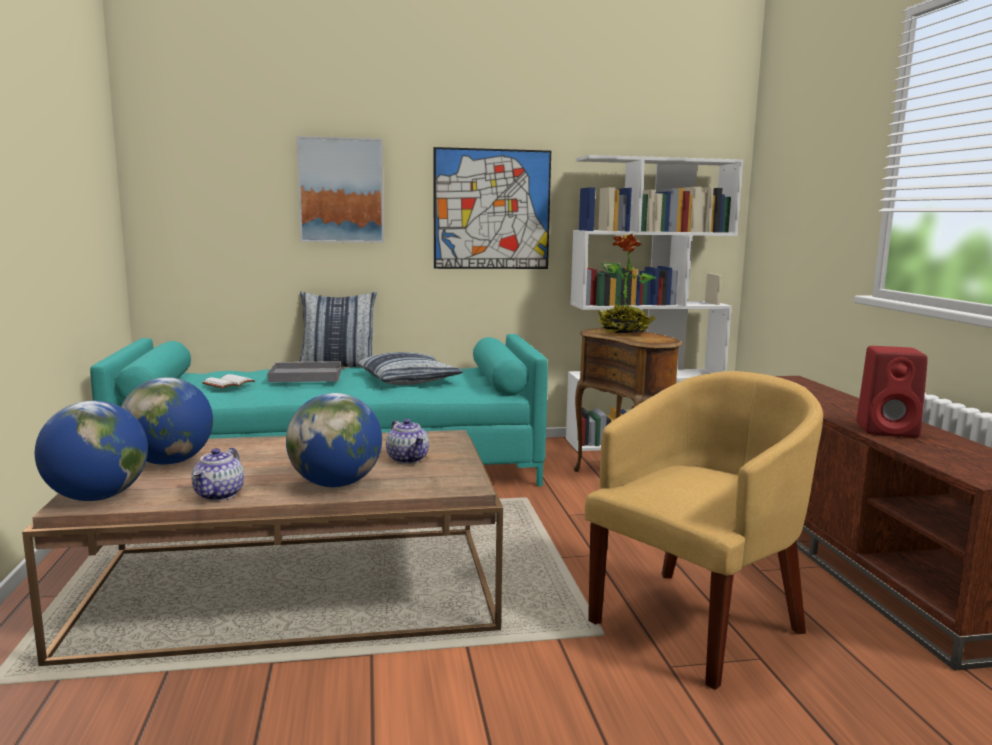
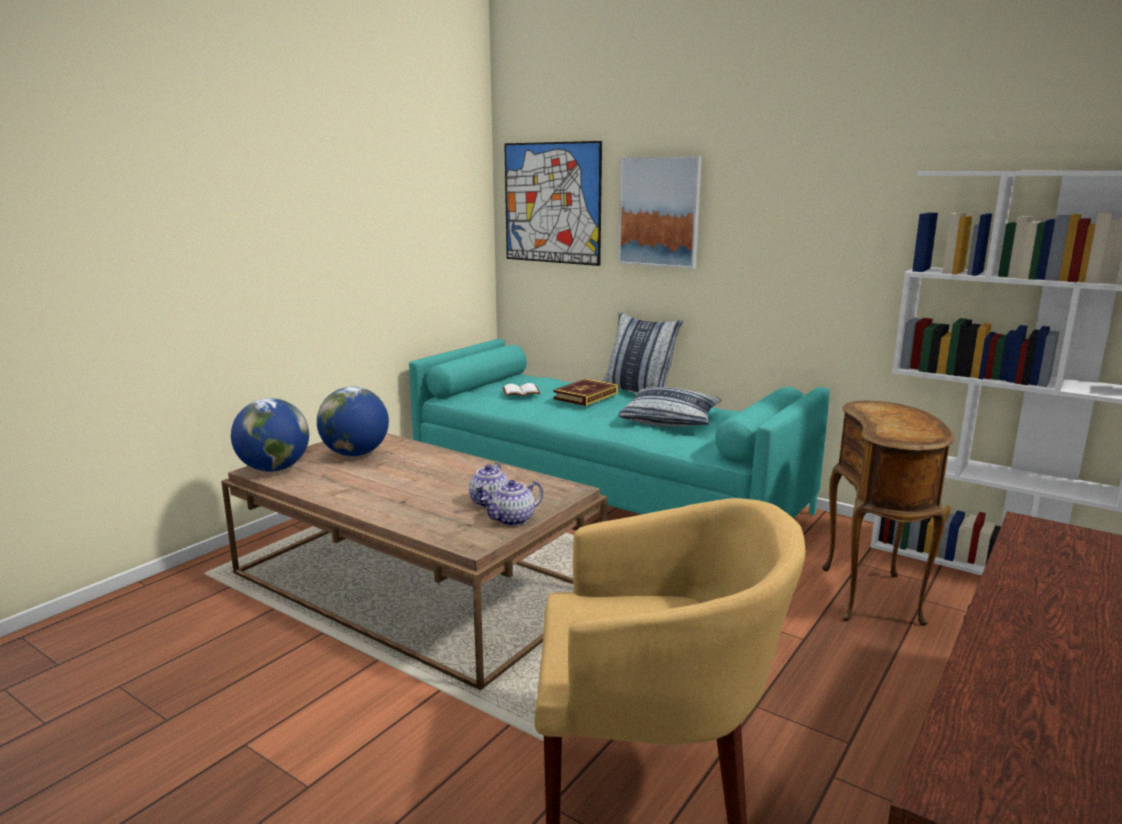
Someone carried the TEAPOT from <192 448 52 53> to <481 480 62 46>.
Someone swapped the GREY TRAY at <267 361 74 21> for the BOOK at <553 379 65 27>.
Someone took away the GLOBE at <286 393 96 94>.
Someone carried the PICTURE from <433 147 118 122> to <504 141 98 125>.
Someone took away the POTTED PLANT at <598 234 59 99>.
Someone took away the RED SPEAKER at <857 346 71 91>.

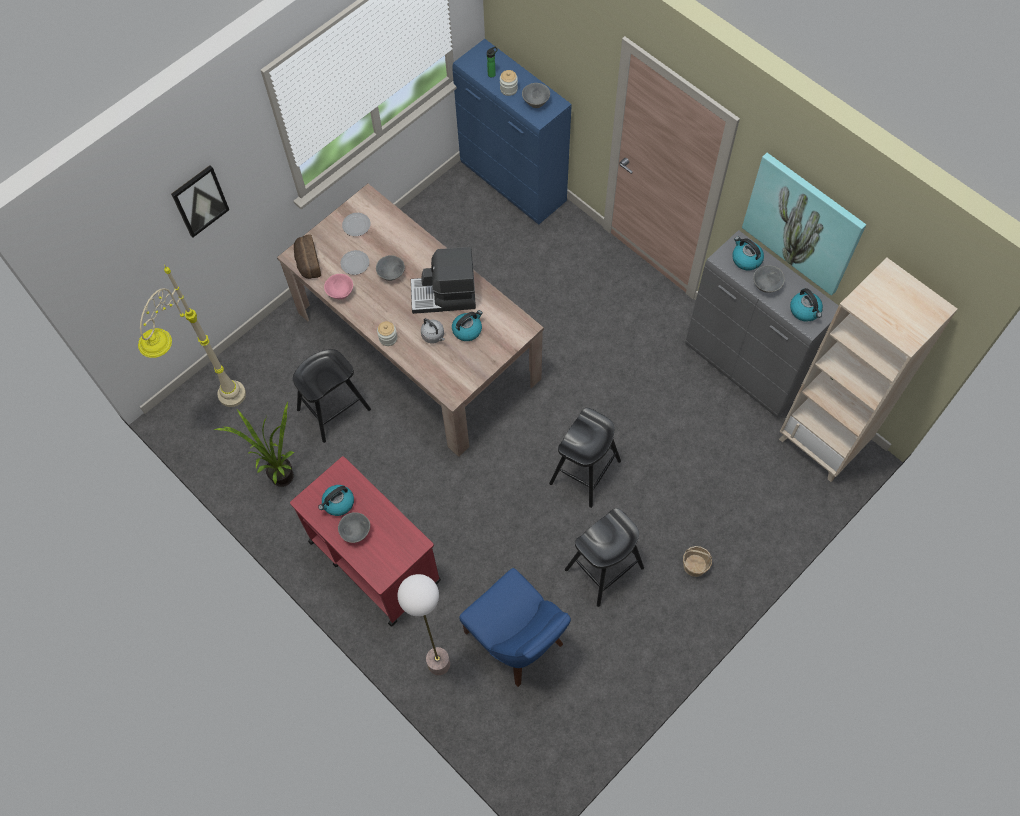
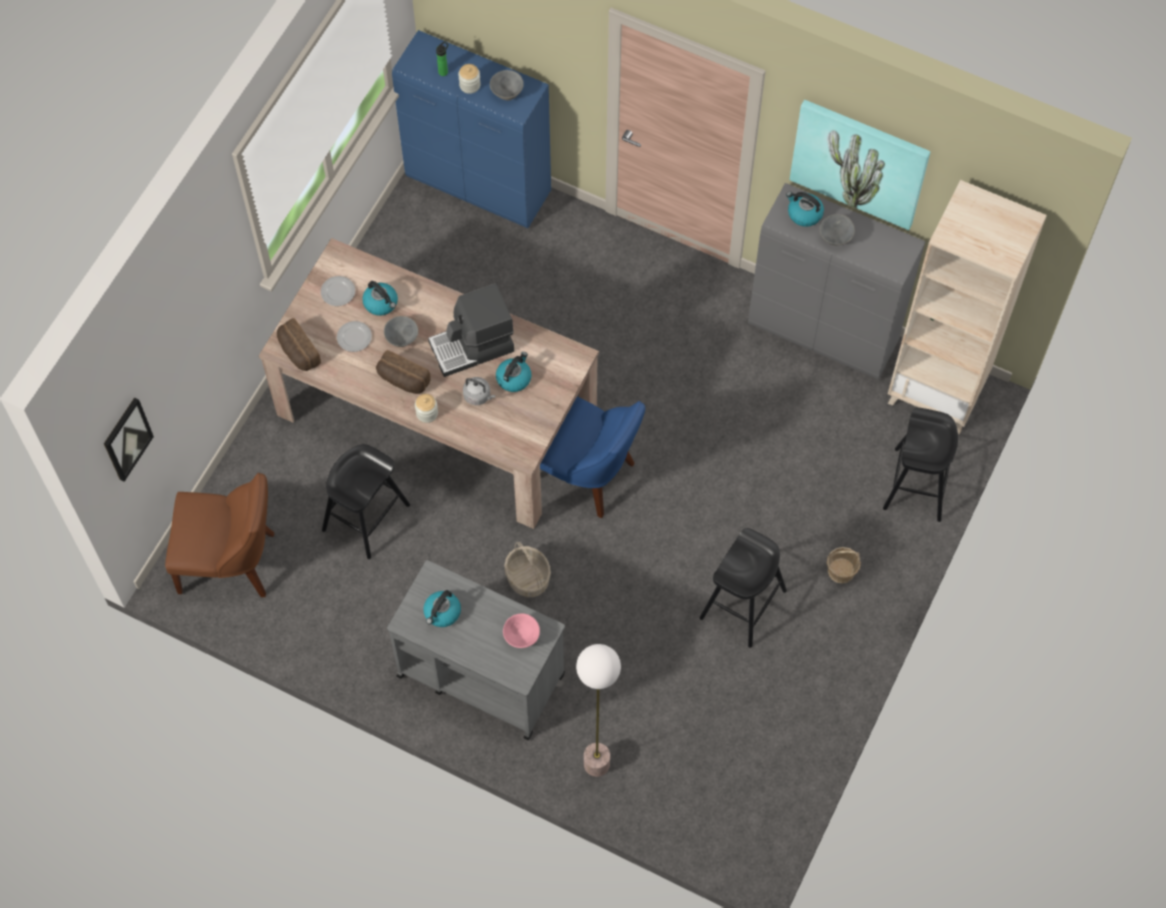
Someone swapped the BEIGE FLOOR LAMP at <138 265 108 142> for the BROWN CHAIR at <165 473 109 124>.
Someone carried the PICTURE from <171 165 58 72> to <104 397 50 85>.
Someone took away the POTTED PLANT at <213 402 82 85>.
Someone repainted the RED CART at <290 456 151 171>, which became the GREY CART at <387 560 178 180>.
Someone carried the PINK BOWL from <324 274 29 26> to <503 613 37 35>.
Someone took away the GREY BOWL at <338 512 32 31>.
Someone carried the BLUE CHAIR from <460 568 111 119> to <540 396 105 122>.
Someone carried the BLACK STOOL from <549 408 72 100> to <883 408 75 114>.
Someone carried the KETTLE from <790 288 33 34> to <362 281 36 35>.
Someone put down the BREAD at <376 350 54 44>.
Someone put down the BASKET at <504 542 47 55>.

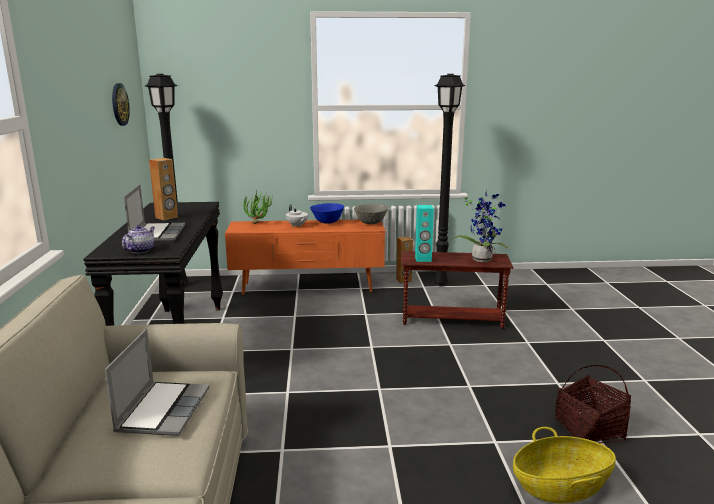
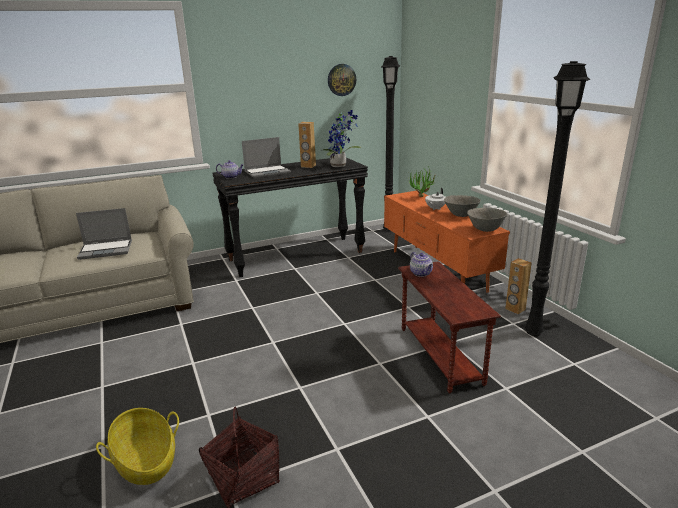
Someone repainted the BLUE BOWL at <310 203 34 21>, which became the GREY BOWL at <444 195 37 22>.
Someone swapped the TURQUOISE SPEAKER at <415 205 19 57> for the TEAPOT at <410 252 23 25>.
Someone carried the POTTED PLANT from <452 190 56 72> to <321 110 40 57>.

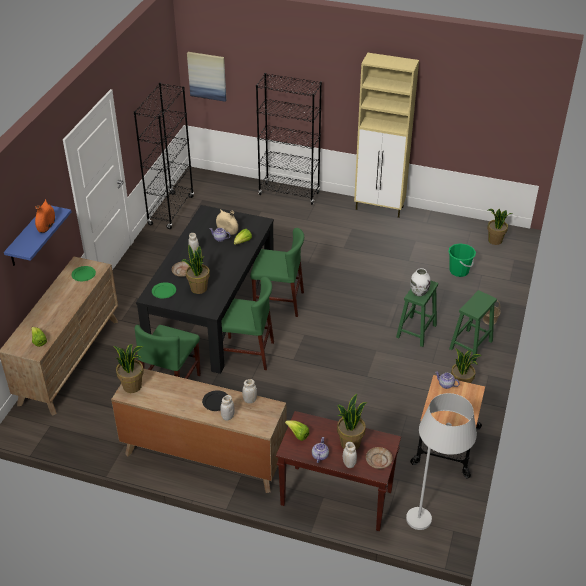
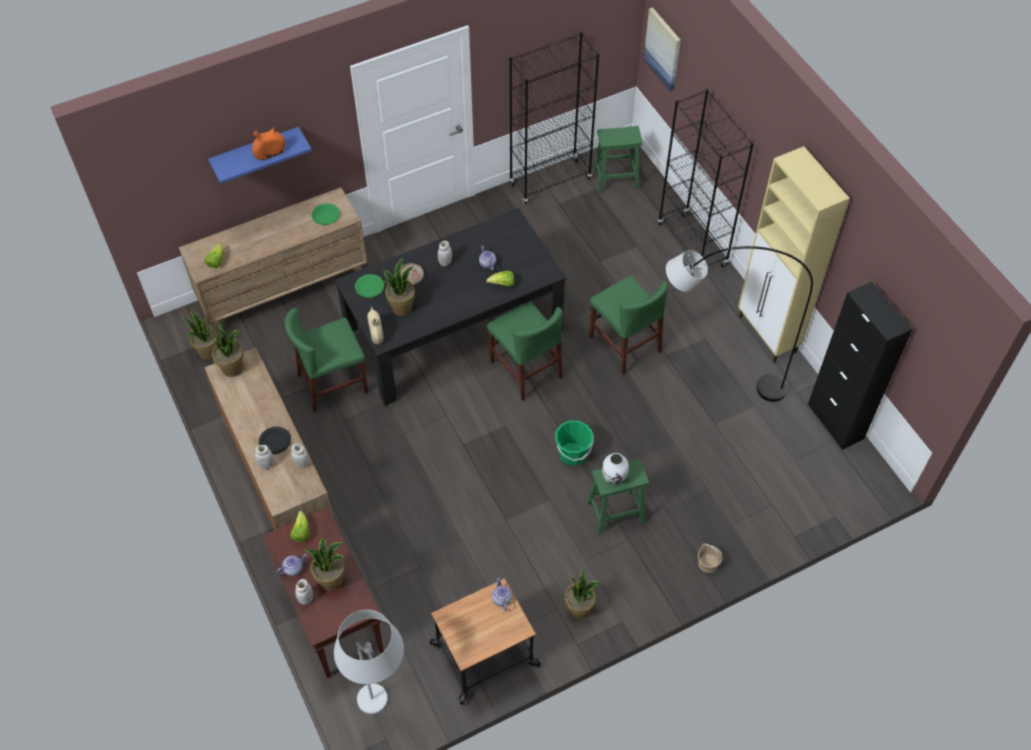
Someone carried the BEIGE VASE from <216 209 22 26> to <367 307 17 37>.
Someone carried the GREEN CHAIR from <221 277 53 93> to <589 275 79 100>.
Someone took away the BEIGE PLATE at <366 447 27 22>.
Someone carried the GREEN BUCKET from <448 243 28 34> to <555 421 38 45>.
Someone carried the GREEN STOOL from <449 290 48 71> to <593 126 50 67>.
Someone carried the POTTED PLANT from <487 209 26 36> to <182 310 36 50>.
Someone put down the GREY FLOOR LAMP at <666 246 147 156>.
Someone put down the BLACK CABINET at <808 282 104 168>.

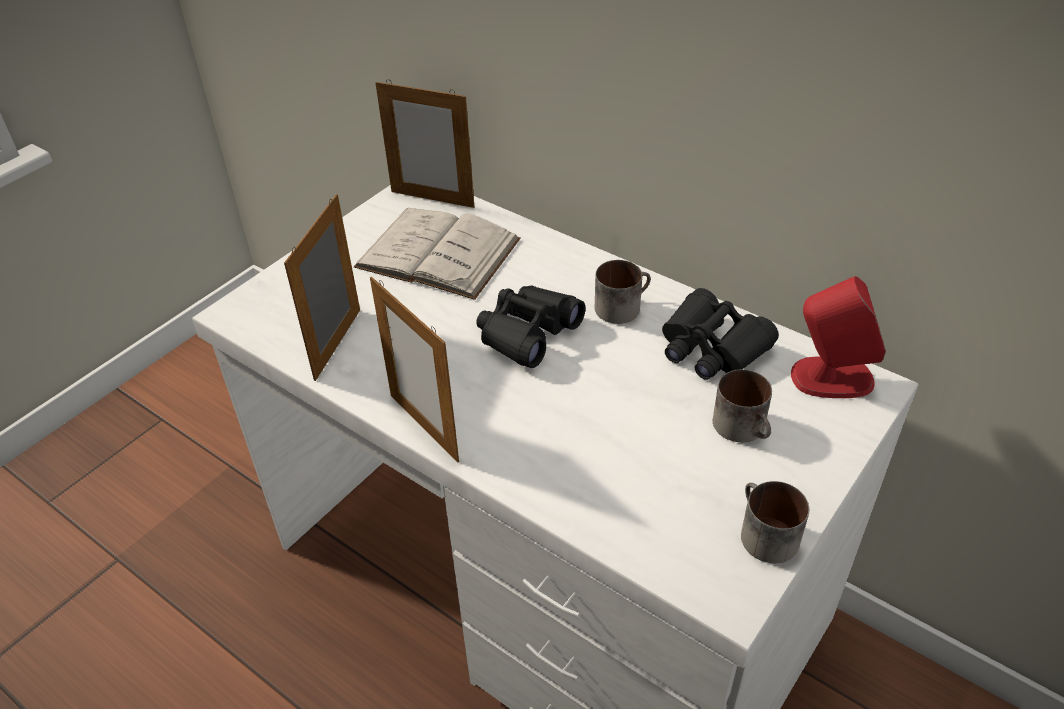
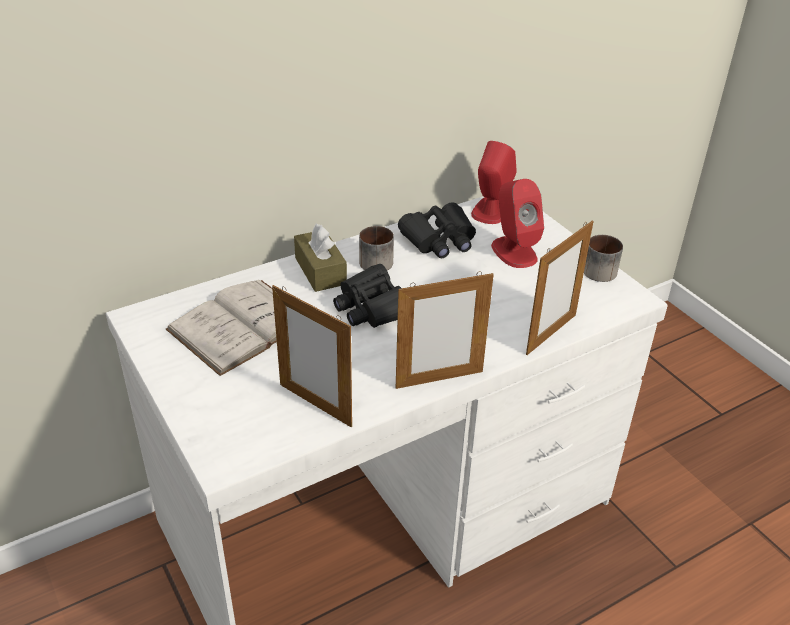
Someone carried the PICTURE FRAME from <375 79 99 129> to <526 220 68 135>.
Someone swapped the MUG at <713 369 59 73> for the RED SPEAKER at <491 179 53 89>.
Someone put down the BROWN TISSUE BOX at <294 223 53 69>.

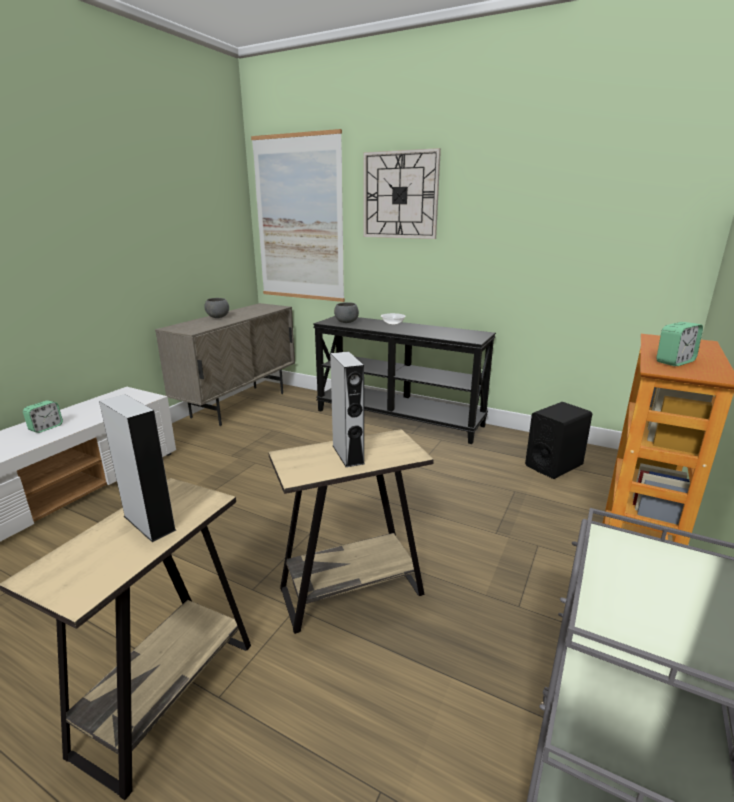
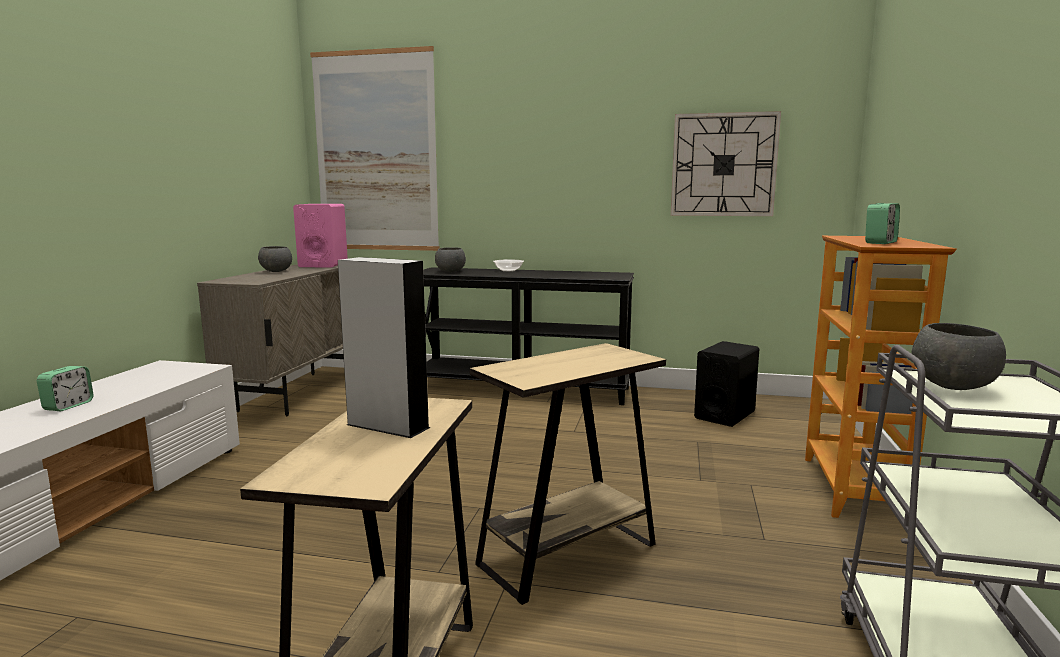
Someone took away the GREY SPEAKER at <330 351 35 116>.
Someone carried the WALL CLOCK from <363 148 78 91> to <671 111 110 105>.
Someone put down the PINK SPEAKER at <293 204 55 63>.
Someone put down the GREY BOWL at <912 323 94 67>.

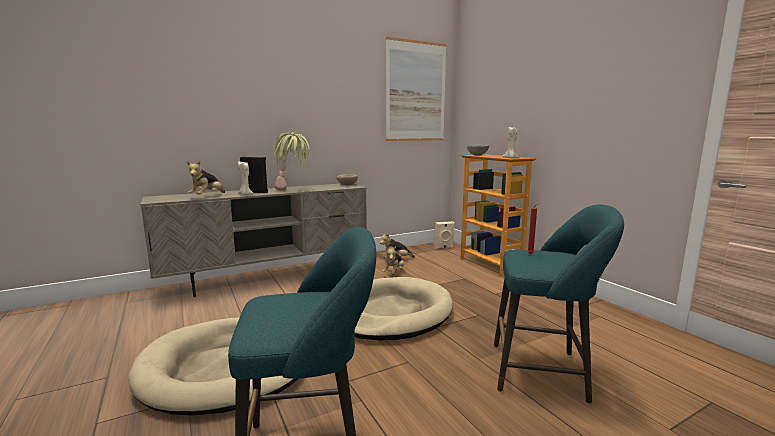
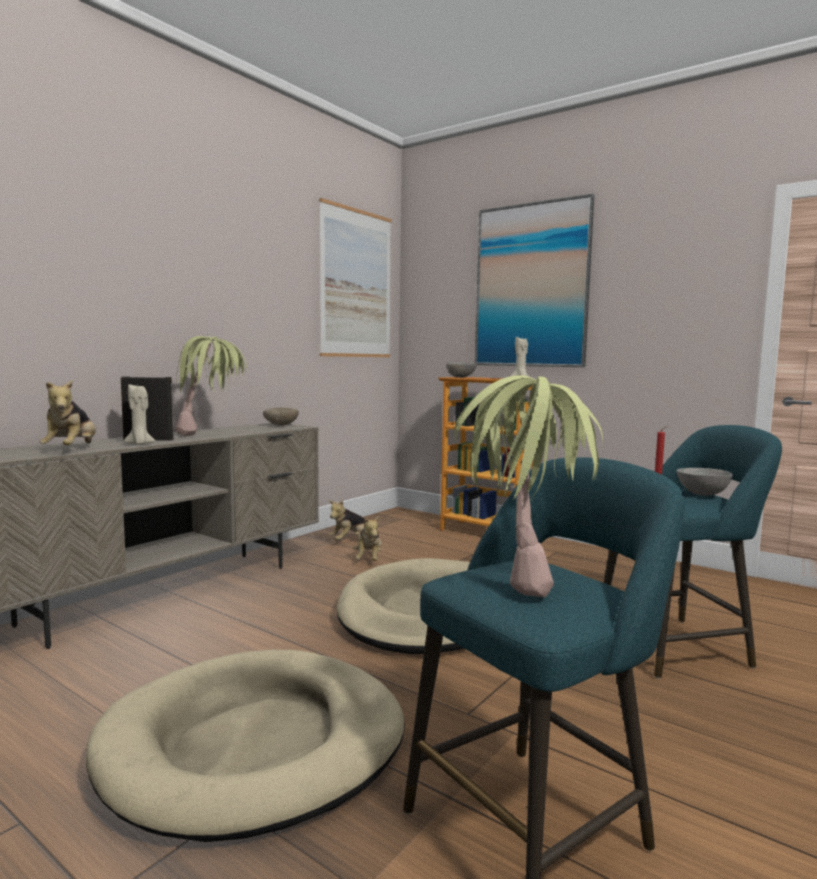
Someone took away the BEIGE SPEAKER at <434 221 20 28>.
Someone put down the POTTED PLANT at <454 375 149 222>.
Someone put up the PICTURE at <475 194 119 173>.
Someone put down the GREY BOWL at <676 468 57 28>.

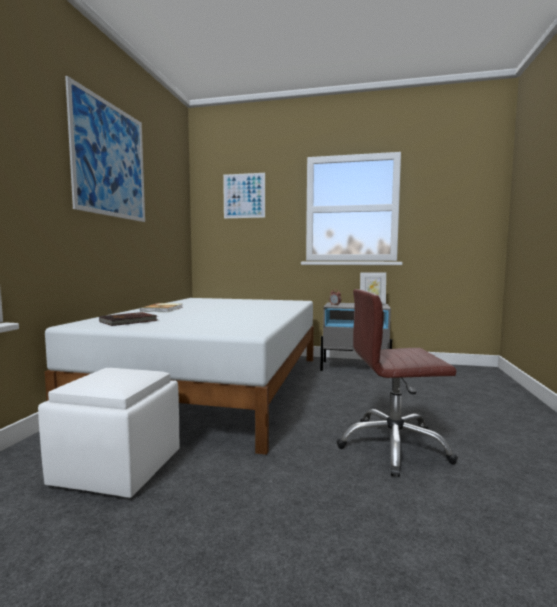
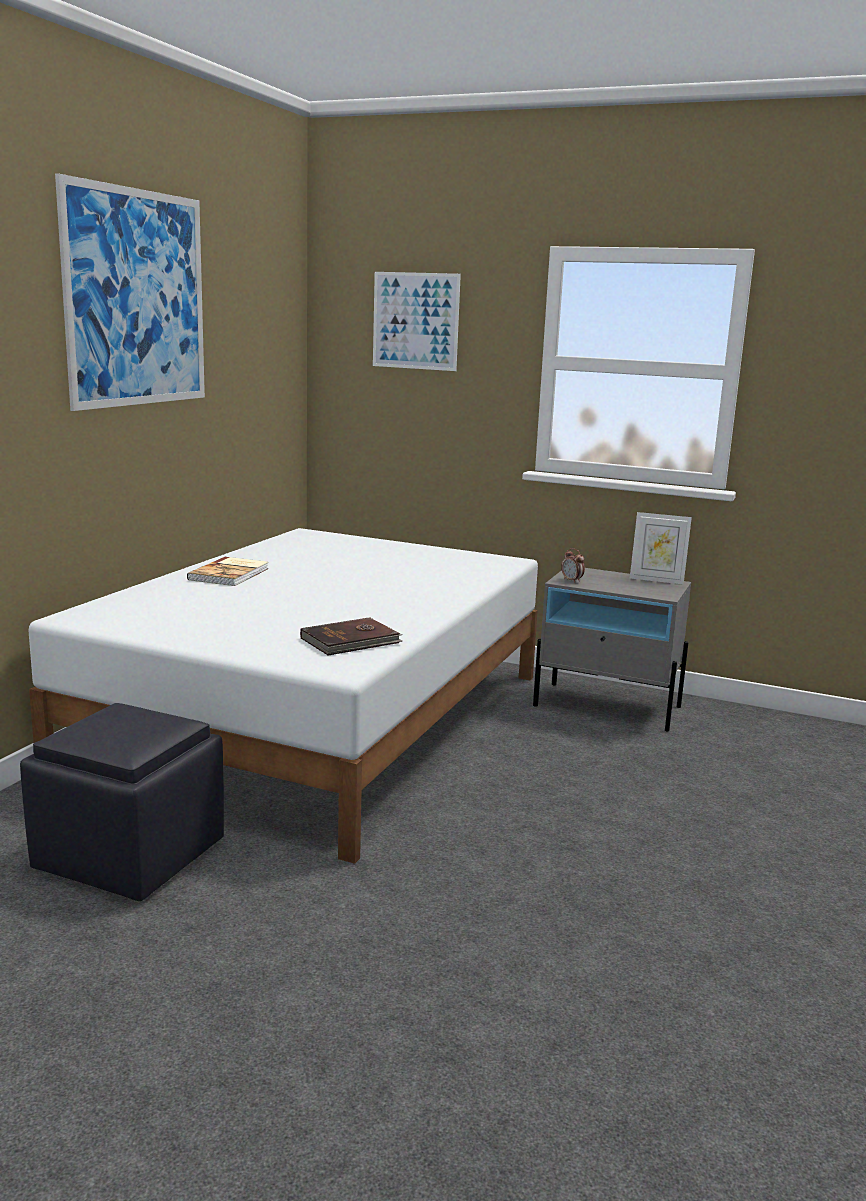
Someone repainted the WHITE OTTOMAN at <38 368 141 130>, which became the BLACK OTTOMAN at <20 703 204 198>.
Someone carried the BROWN BOOK from <99 312 59 14> to <300 617 103 39>.
Someone took away the BROWN OFFICE CHAIR at <337 289 121 188>.

